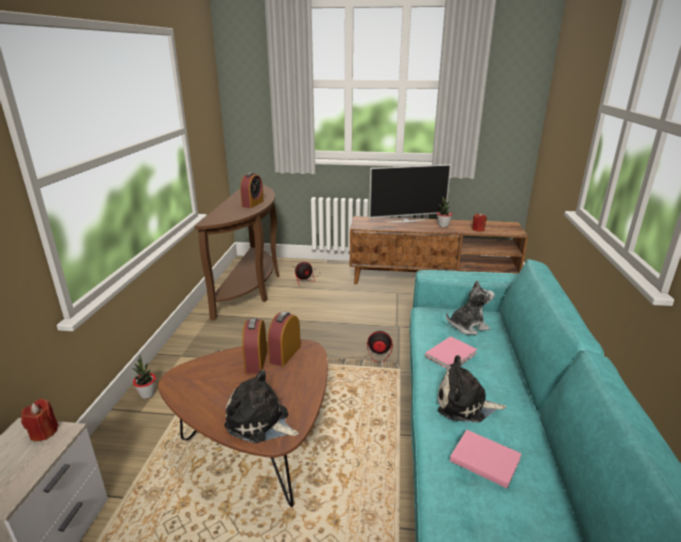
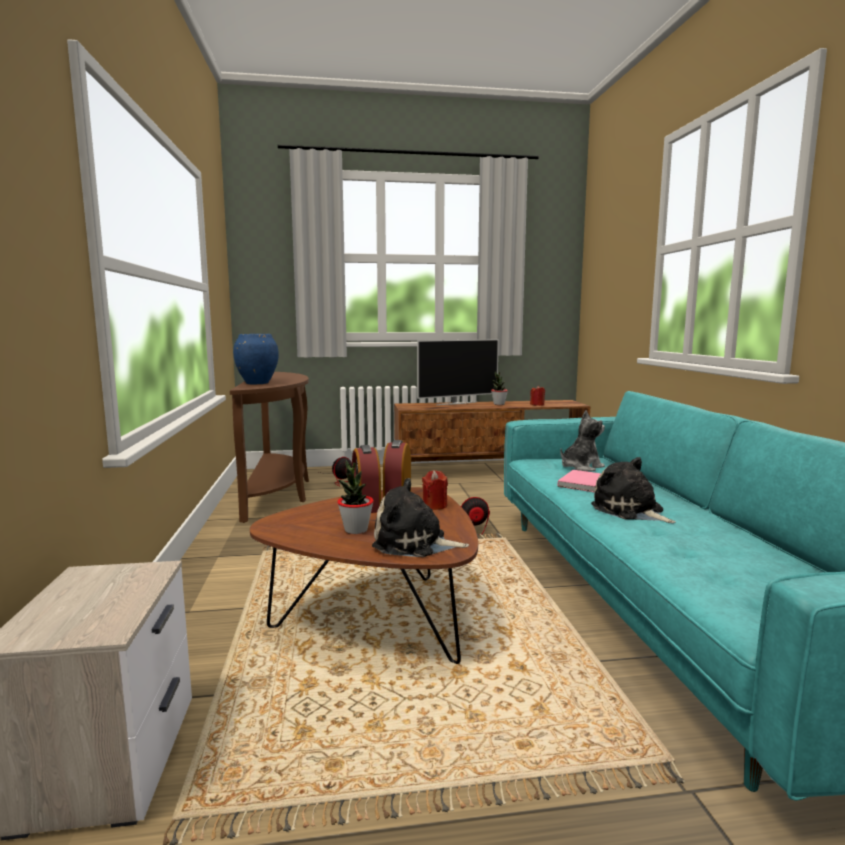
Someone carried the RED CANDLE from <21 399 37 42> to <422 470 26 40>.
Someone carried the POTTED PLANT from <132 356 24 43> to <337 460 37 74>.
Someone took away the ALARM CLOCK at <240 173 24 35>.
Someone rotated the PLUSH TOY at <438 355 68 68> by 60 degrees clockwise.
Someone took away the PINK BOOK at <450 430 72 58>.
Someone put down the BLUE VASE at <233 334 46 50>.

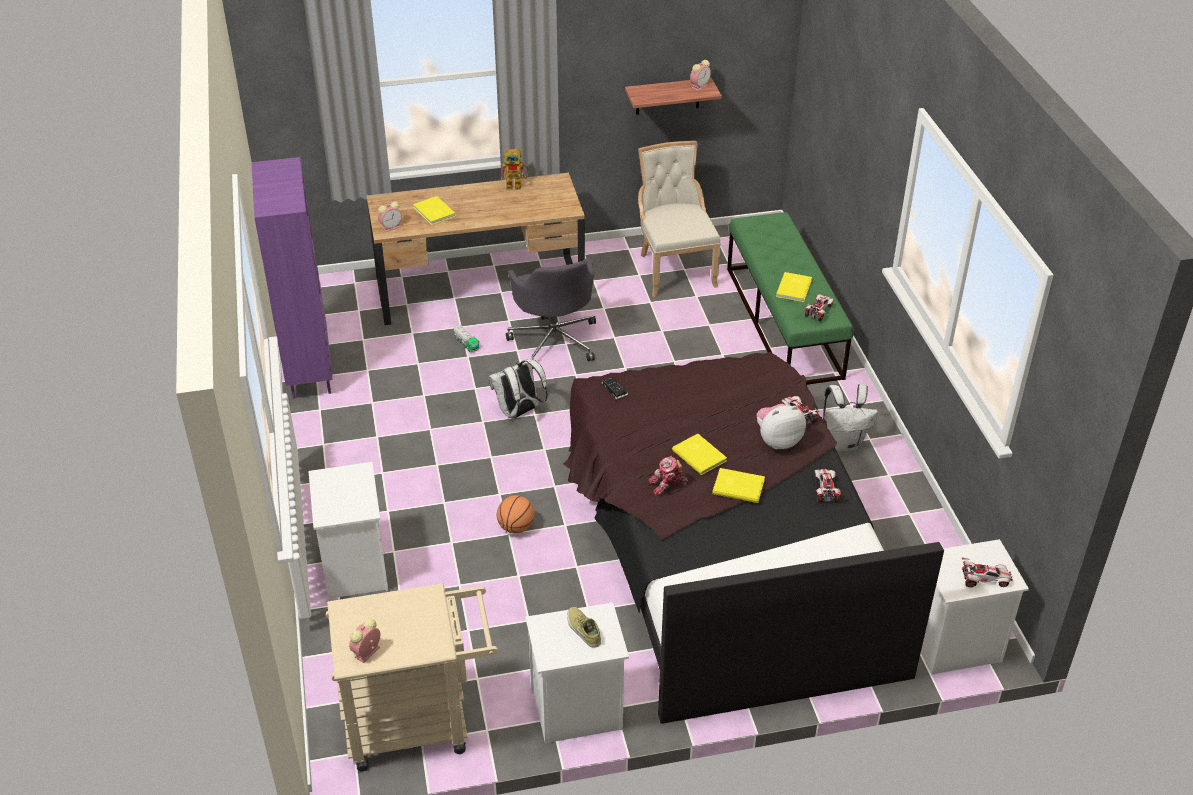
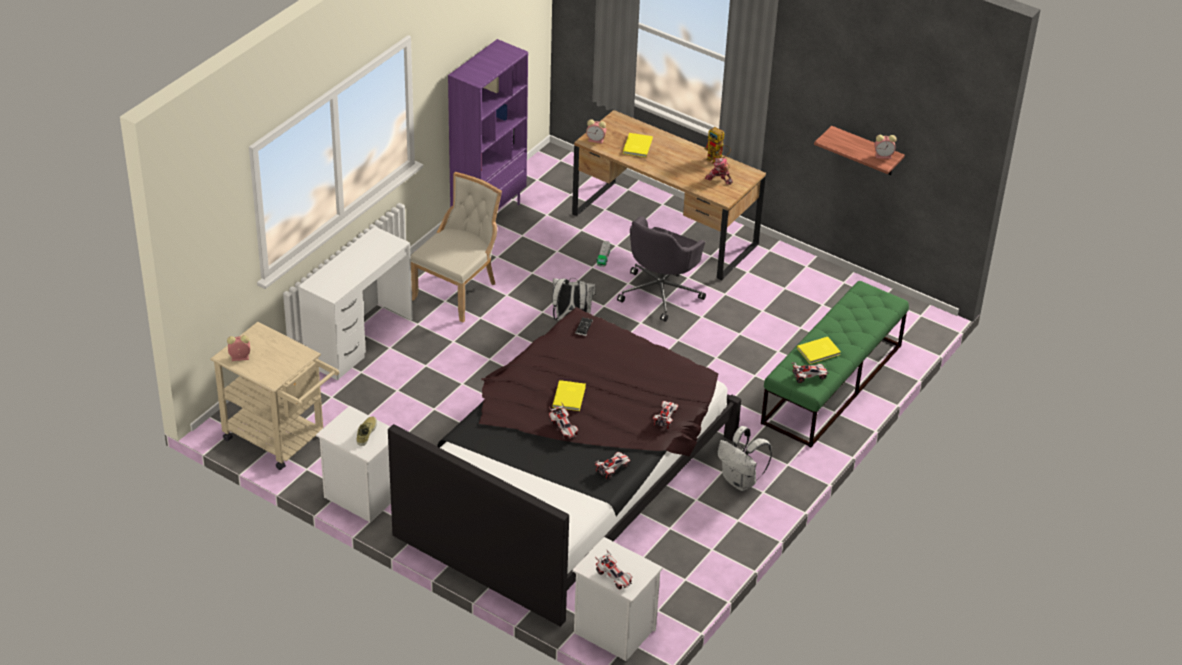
Someone swapped the WHITE NIGHTSTAND at <308 462 80 137> for the WHITE DESK at <298 227 115 154>.
Someone took away the BASKETBALL at <497 495 38 38>.
Someone carried the BEIGE CHAIR from <638 141 83 156> to <411 172 91 151>.
Someone carried the TOY ROBOT from <648 456 40 40> to <705 158 27 27>.
Someone swapped the YELLOW BOOK at <713 468 52 35> for the TOY CAR at <549 403 29 36>.
Someone took away the PLUSH TOY at <757 404 49 45>.

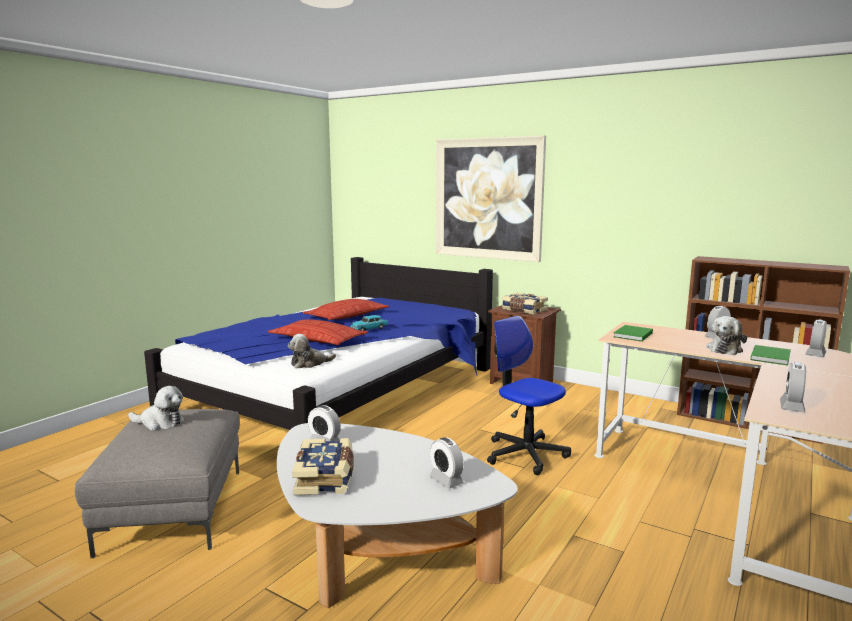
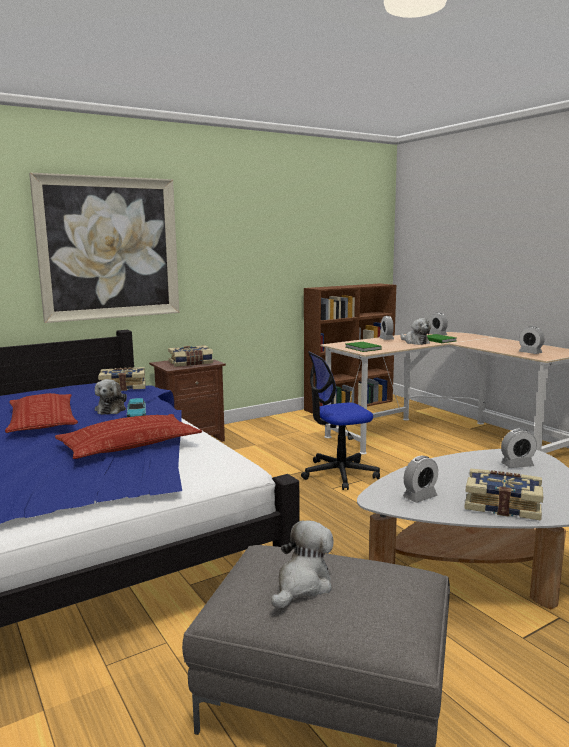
Someone carried the PLUSH TOY from <288 334 48 35> to <95 379 32 36>.
Someone put down the BOOK at <98 367 48 24>.

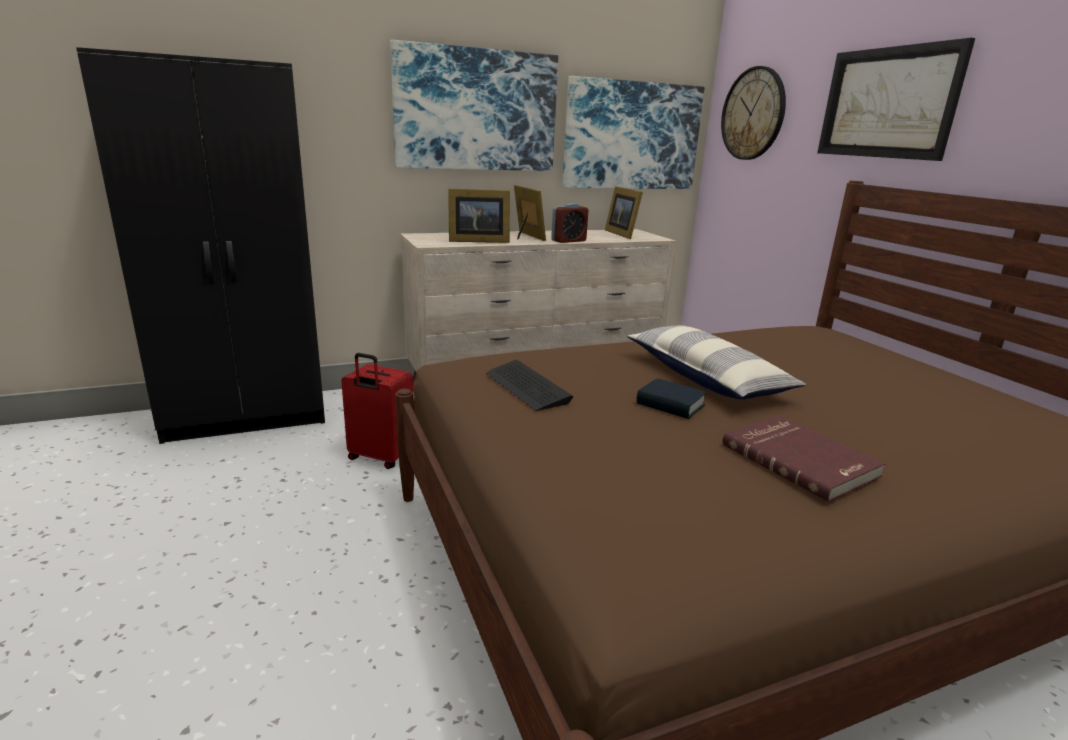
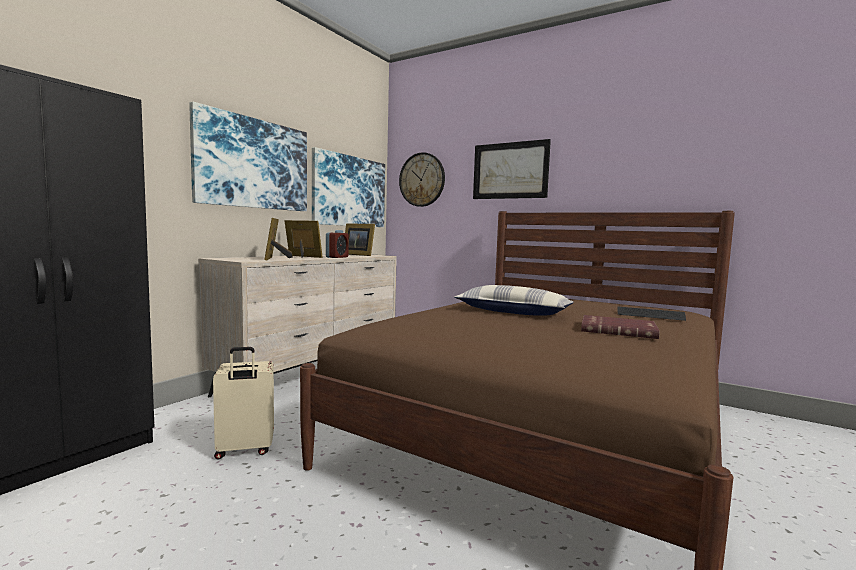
Someone repainted the RED SUITCASE at <341 353 73 116>, which became the BEIGE SUITCASE at <213 347 61 112>.
Someone rotated the PICTURE FRAME at <448 189 62 54> by 120 degrees clockwise.
Someone carried the KEYBOARD from <486 360 88 51> to <617 306 69 15>.
Someone took away the BOOK at <636 378 71 41>.

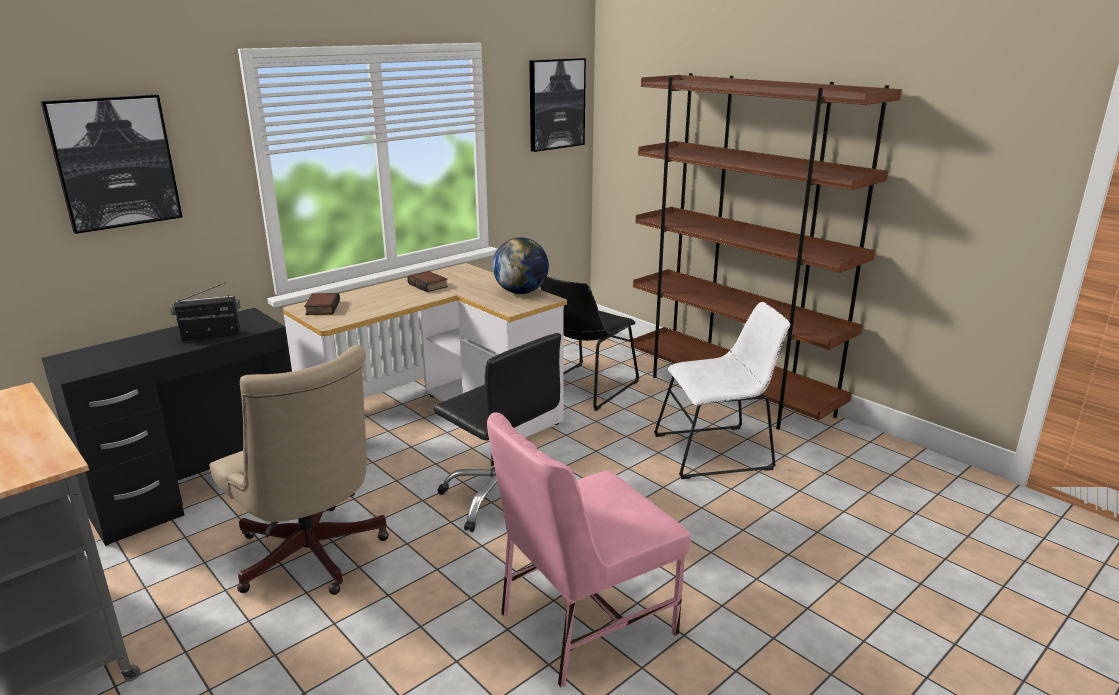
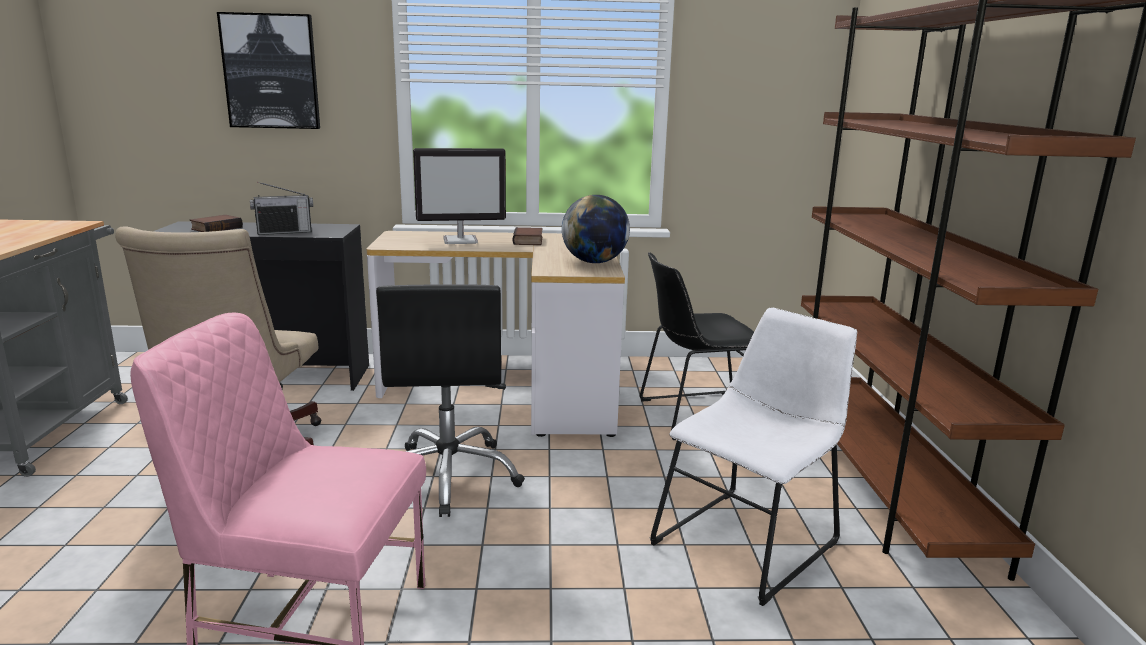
Someone rotated the RADIO at <170 282 71 60> by 135 degrees clockwise.
Someone carried the BOOK from <304 293 36 22> to <190 215 53 17>.
Someone took away the PICTURE at <529 58 57 94>.
Someone rotated the WHITE CHAIR at <654 302 136 177> by 75 degrees counterclockwise.
Someone put down the MONITOR at <413 148 93 96>.

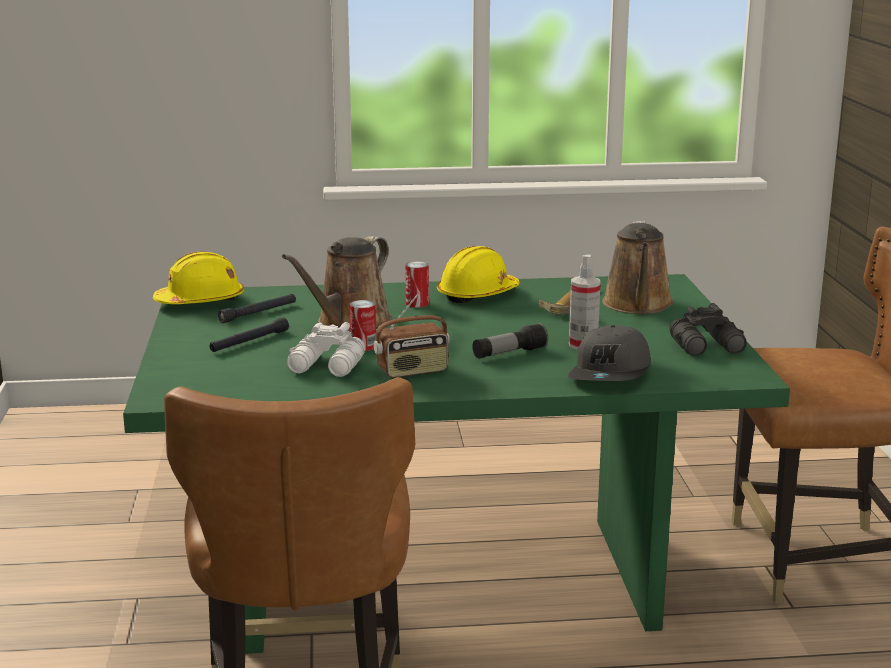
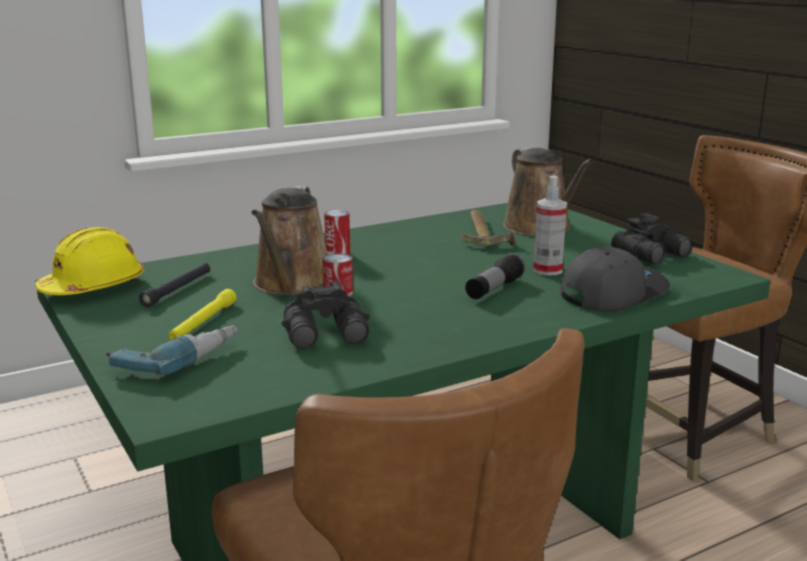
Someone repainted the BLACK FLASHLIGHT at <210 317 79 35>, which became the YELLOW FLASHLIGHT at <168 289 68 51>.
Someone repainted the WHITE BINOCULARS at <287 322 78 55>, which became the BLACK BINOCULARS at <281 280 89 69>.
Someone took away the RADIO at <374 292 76 86>.
Someone took away the YELLOW HARD HAT at <437 246 83 57>.
Someone rotated the GREY CAP at <568 325 83 56> by 120 degrees counterclockwise.
Someone put down the POWER DRILL at <106 326 132 50>.

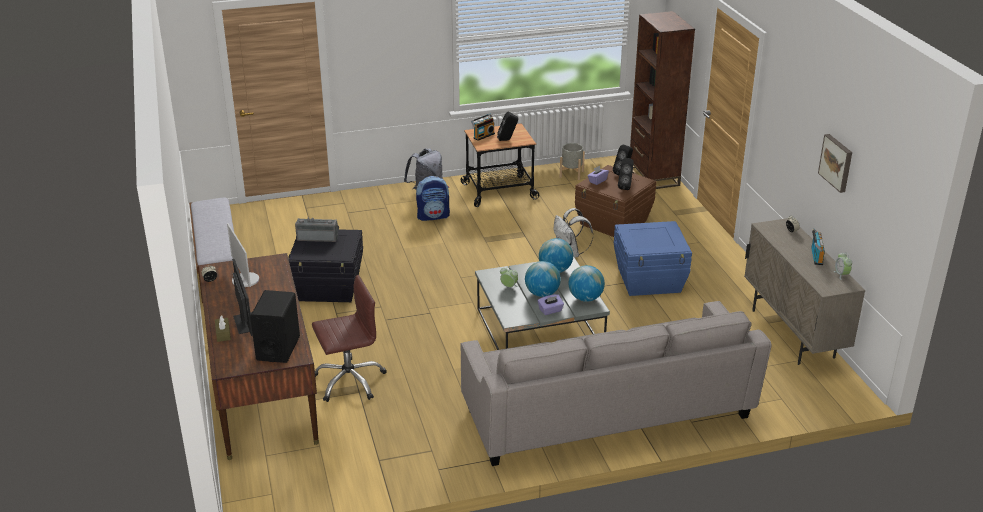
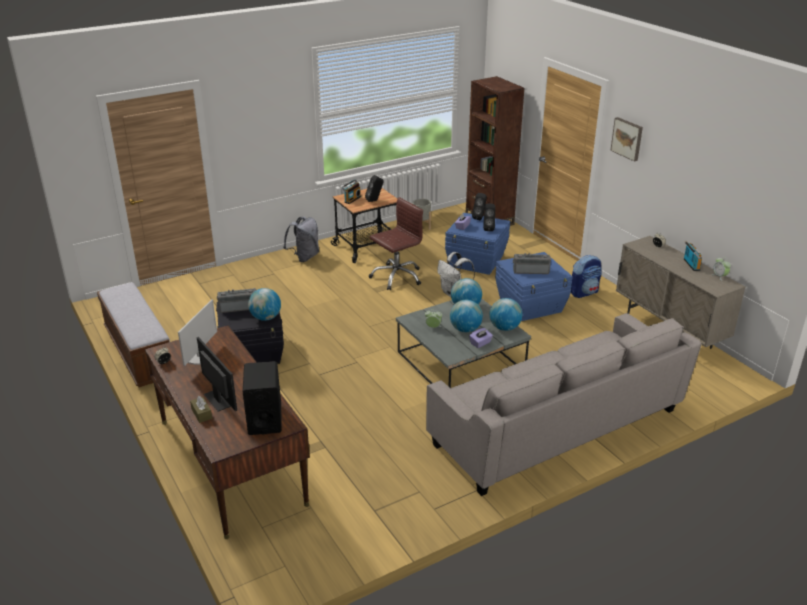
Someone rotated the MONITOR at <227 223 32 64> by 120 degrees counterclockwise.
Someone carried the BROWN OFFICE CHAIR from <312 275 75 127> to <369 197 54 93>.
Someone carried the BACKPACK from <416 176 34 45> to <571 255 31 43>.
Someone repainted the BROWN STORAGE BOX at <575 165 82 72>, which became the BLUE STORAGE BOX at <445 213 65 62>.
Someone carried the PICTURE from <818 134 34 59> to <610 117 33 45>.
Someone put down the GLOBE at <248 288 33 33>.
Someone put down the RADIO at <513 253 38 21>.

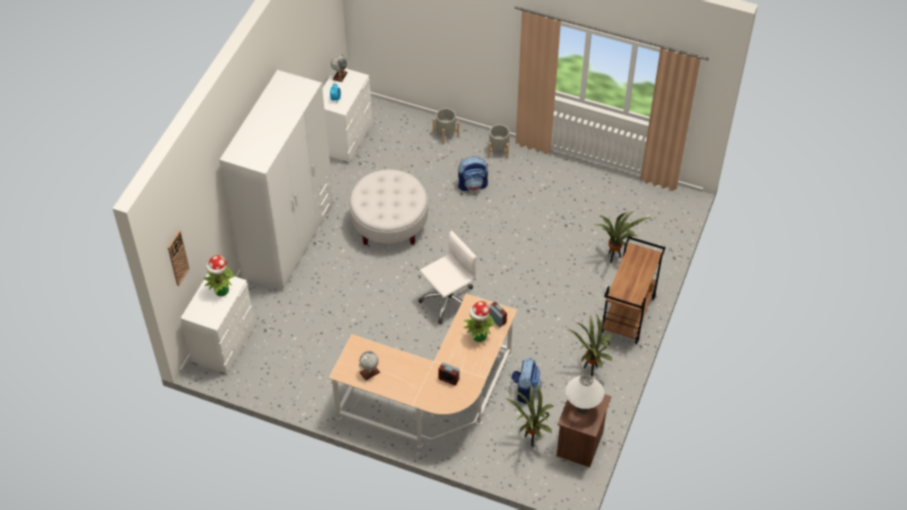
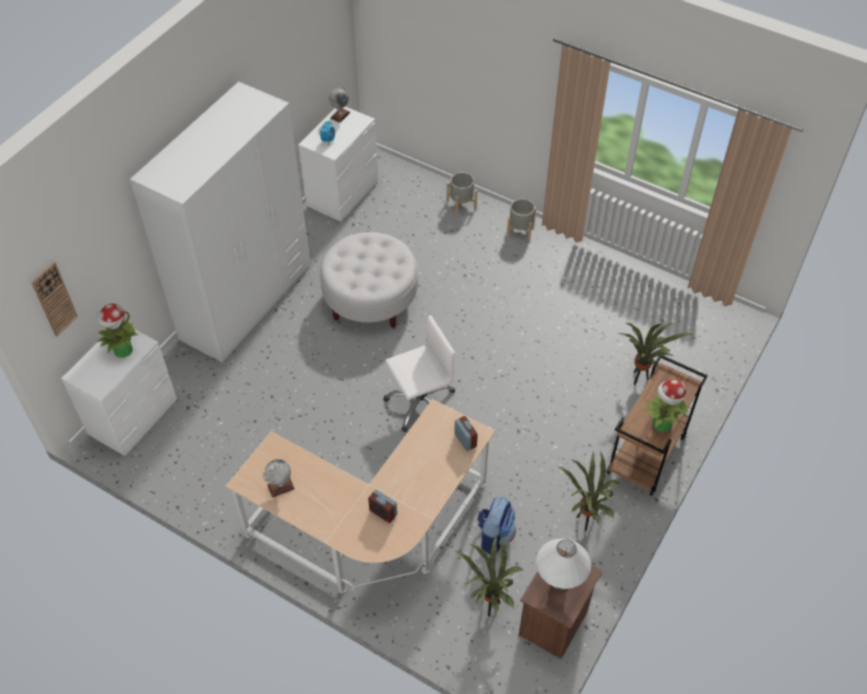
Someone took away the BACKPACK at <458 156 30 35>.
Someone carried the POTTED PLANT from <463 301 33 41> to <644 379 44 53>.

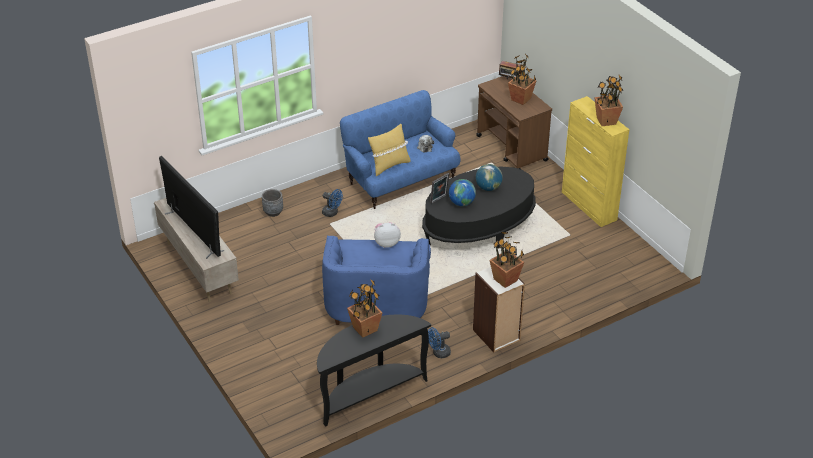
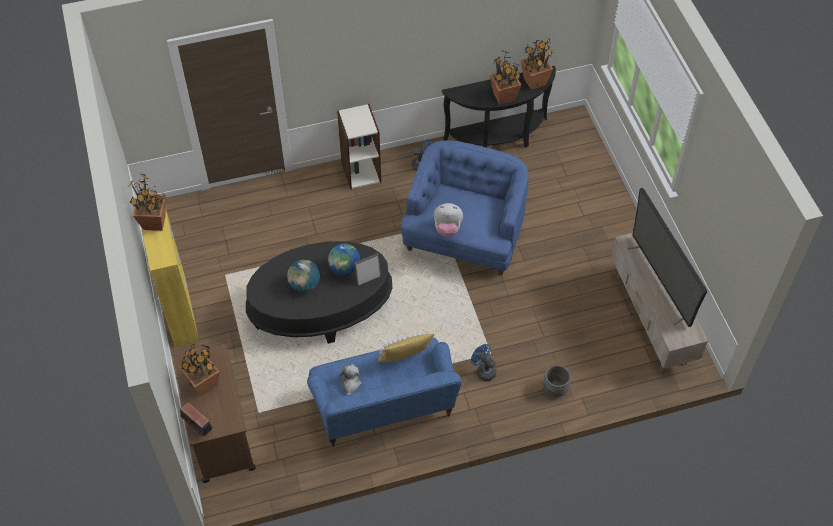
Someone carried the POTTED PLANT from <490 232 34 56> to <521 36 32 54>.

